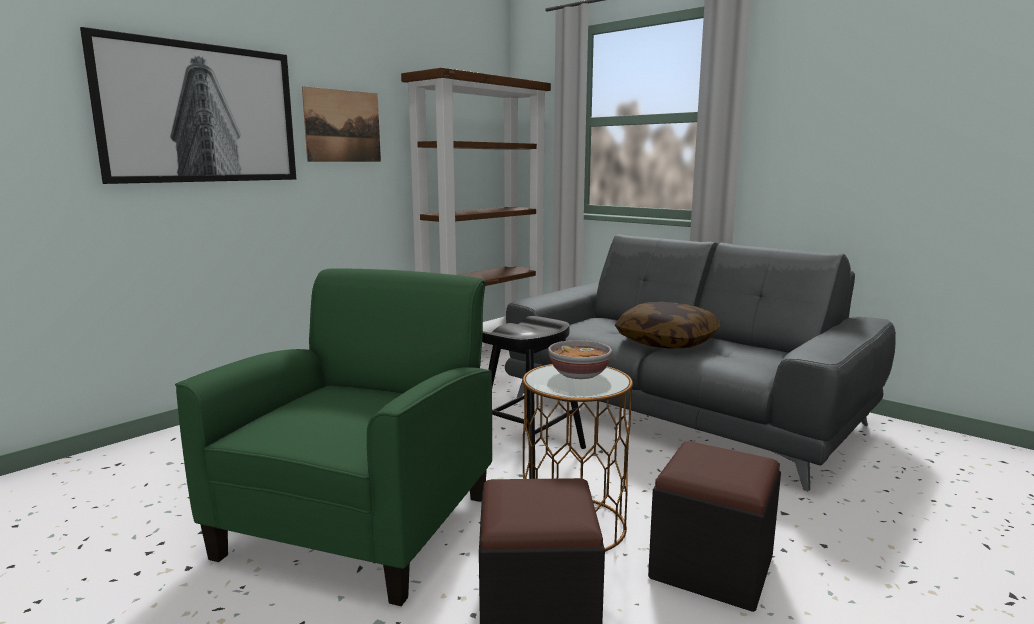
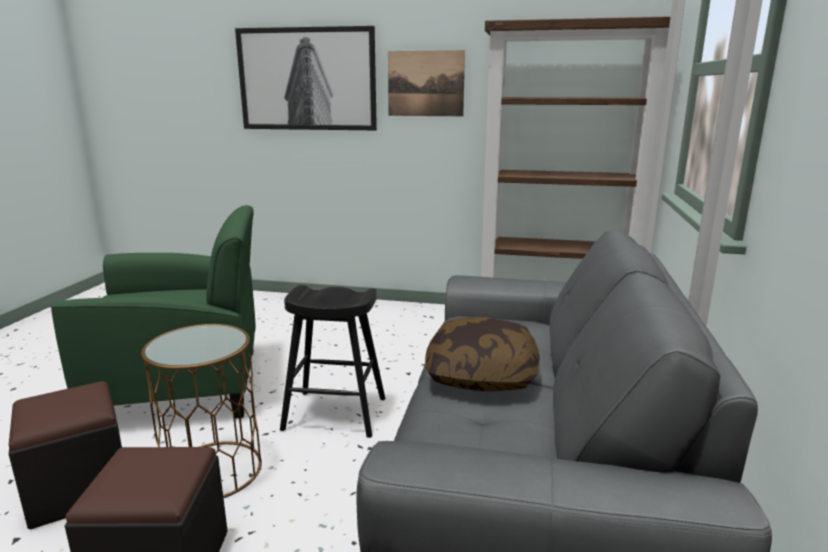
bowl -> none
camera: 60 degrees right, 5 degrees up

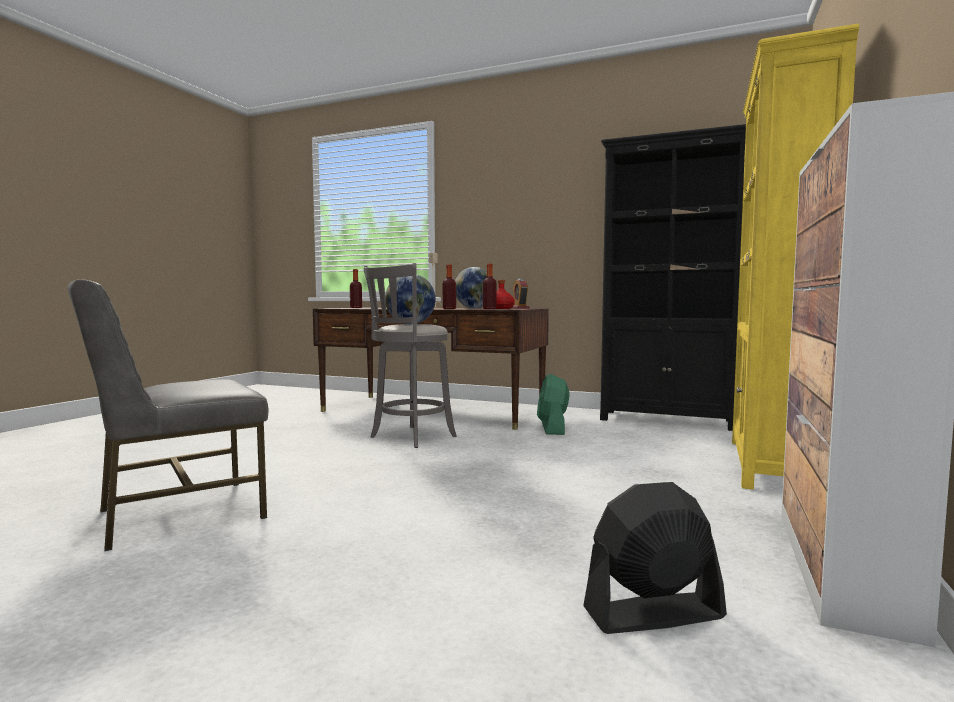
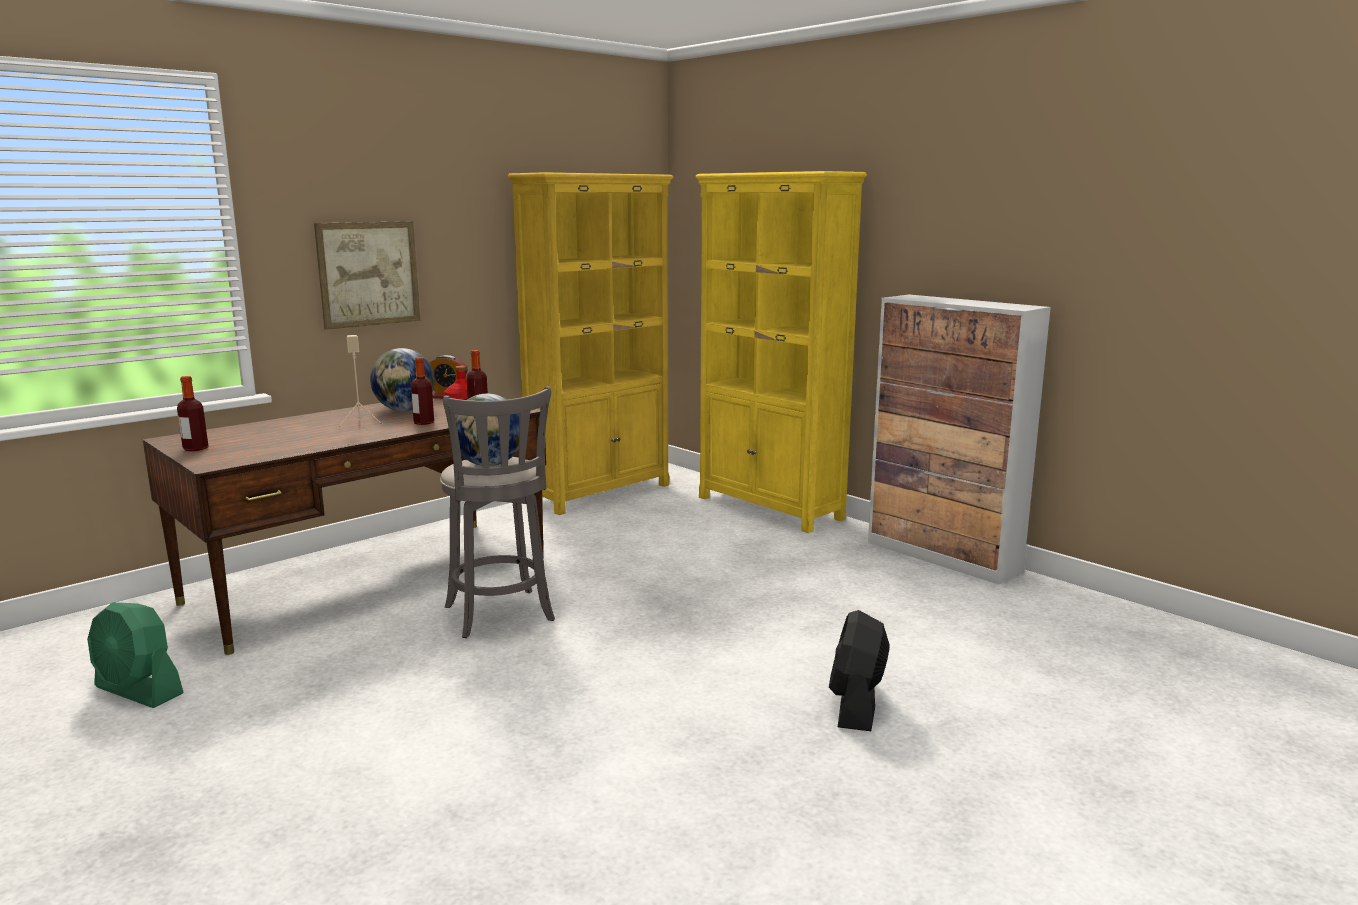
chair/grey -> none
fan/green, relocated
fan/black, relocated
bookcase/black -> bookcase/yellow (no. 1 from left)
none -> picture
camera: 65 degrees left, 10 degrees up

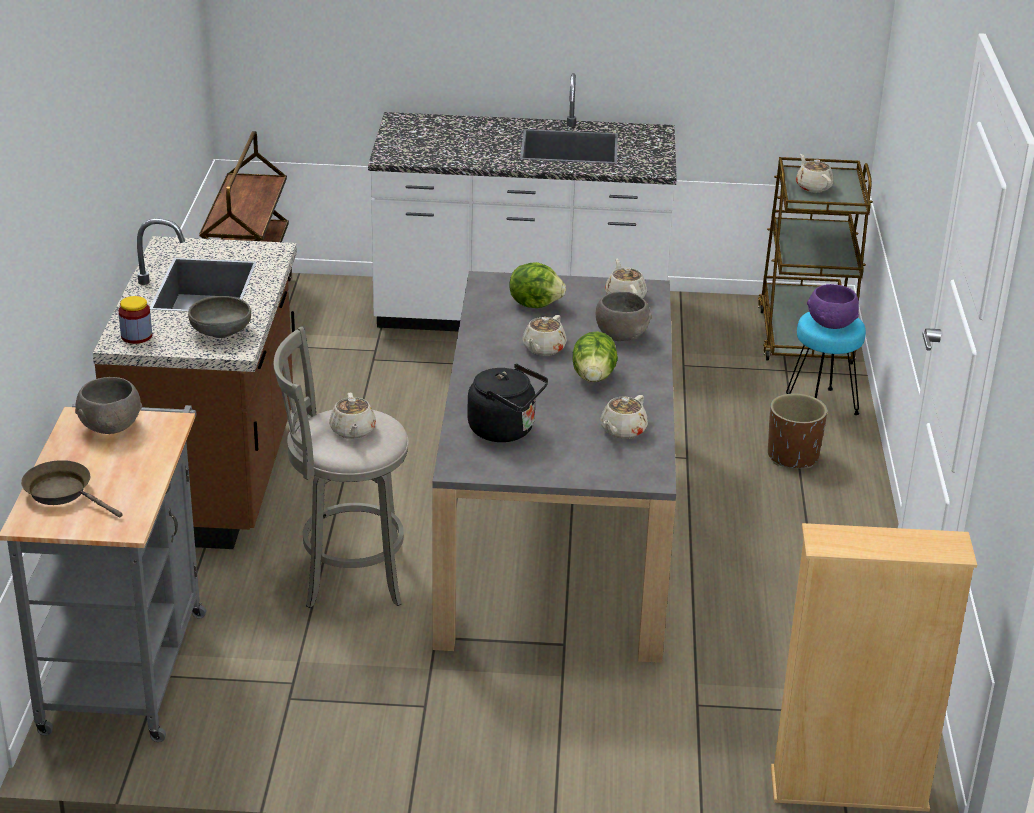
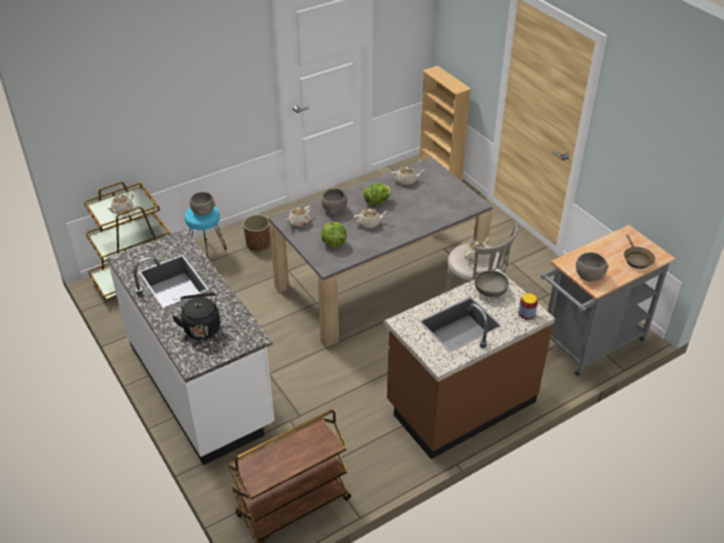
kettle/black, relocated
bowl/purple -> bowl/grey (no. 1 from left)
camera: 125 degrees left, 10 degrees up

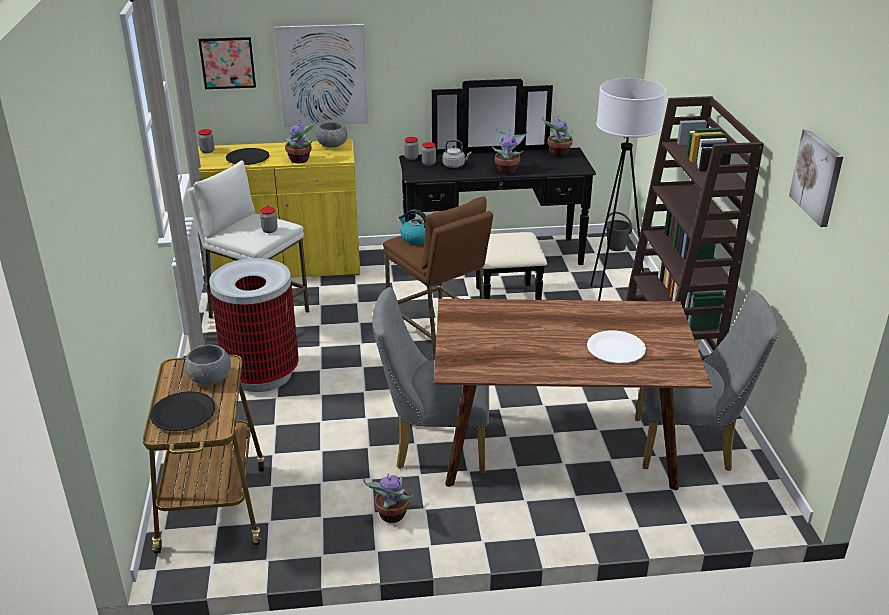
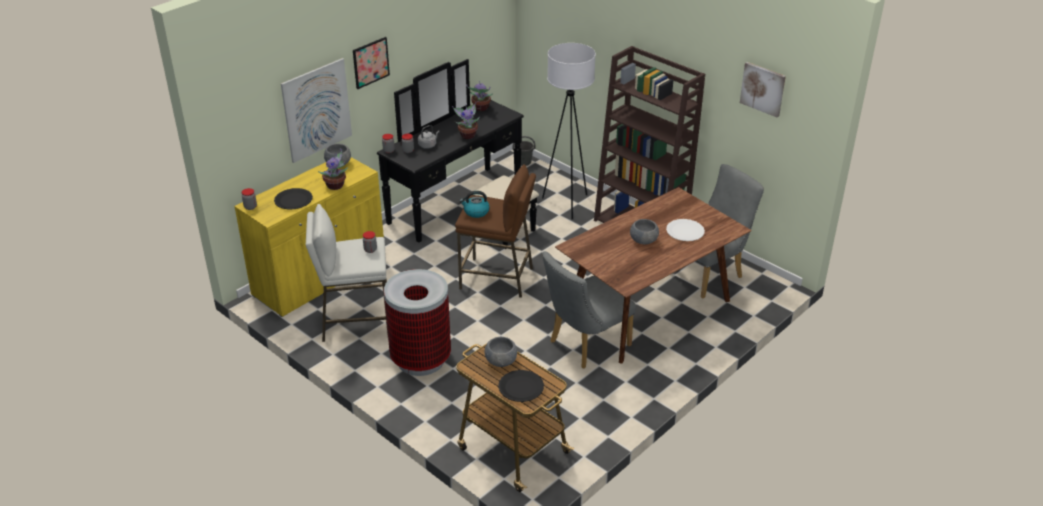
picture (no. 1 from left in the first image) -> picture (no. 2 from left), relocated
potted plant (no. 2 from left) -> none
none -> bowl/grey (no. 3 from left)
camera: 40 degrees left, 5 degrees up

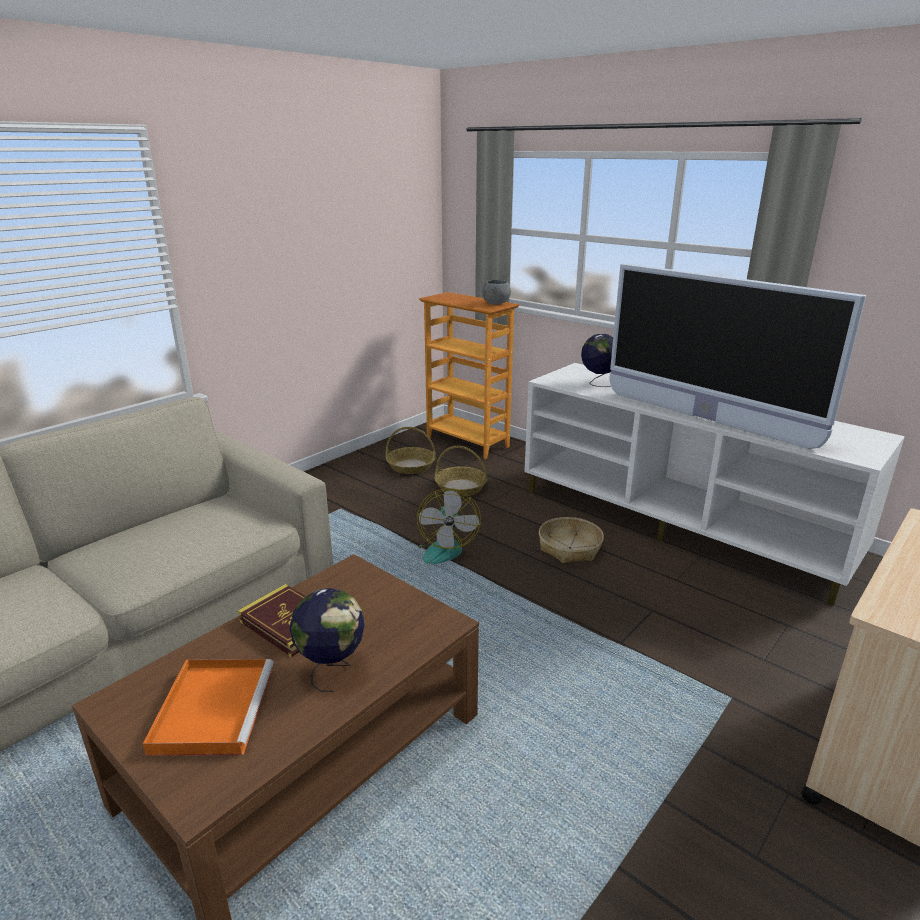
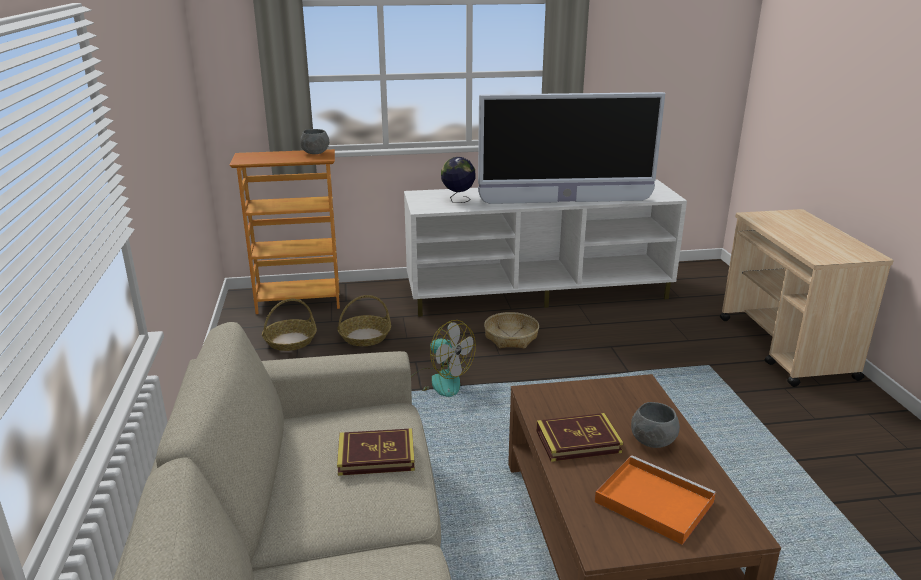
globe (no. 1 from left) -> bowl/grey (no. 2 from left)
none -> book (no. 1 from left)
camera: 50 degrees left, 0 degrees up

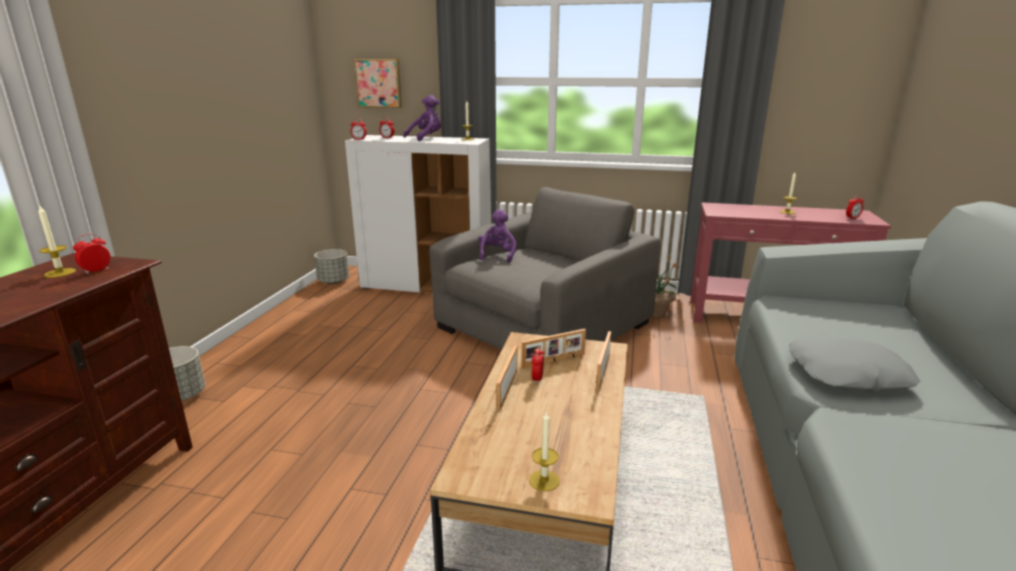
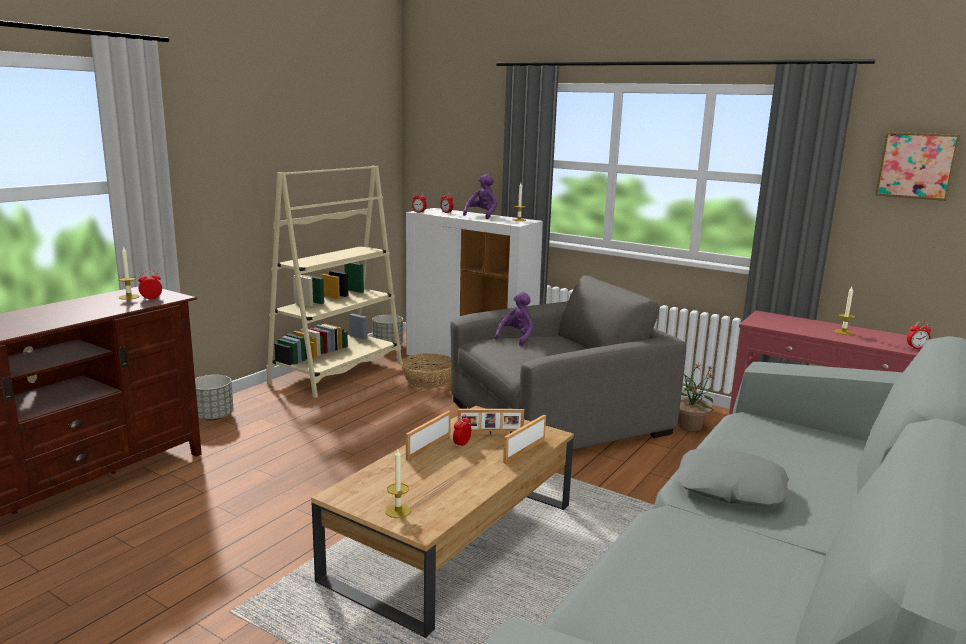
picture, relocated
plush toy/purple (no. 1 from left), 45 degrees counterclockwise
none -> bookcase/beige
none -> basket
camera: 20 degrees right, 5 degrees down

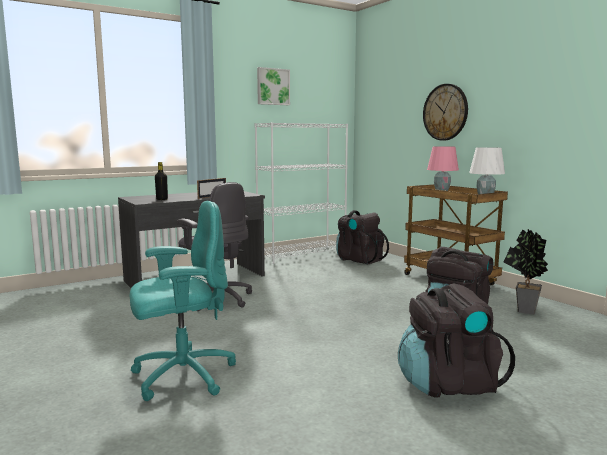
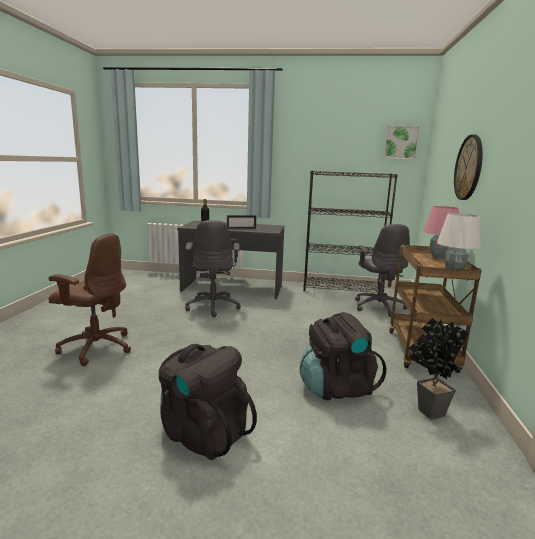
office chair/turquoise -> office chair/brown
bookcase/white -> bookcase/black
picture, relocated
backpack/black (no. 1 from left) -> office chair/grey (no. 2 from left)
camera: 40 degrees right, 5 degrees up

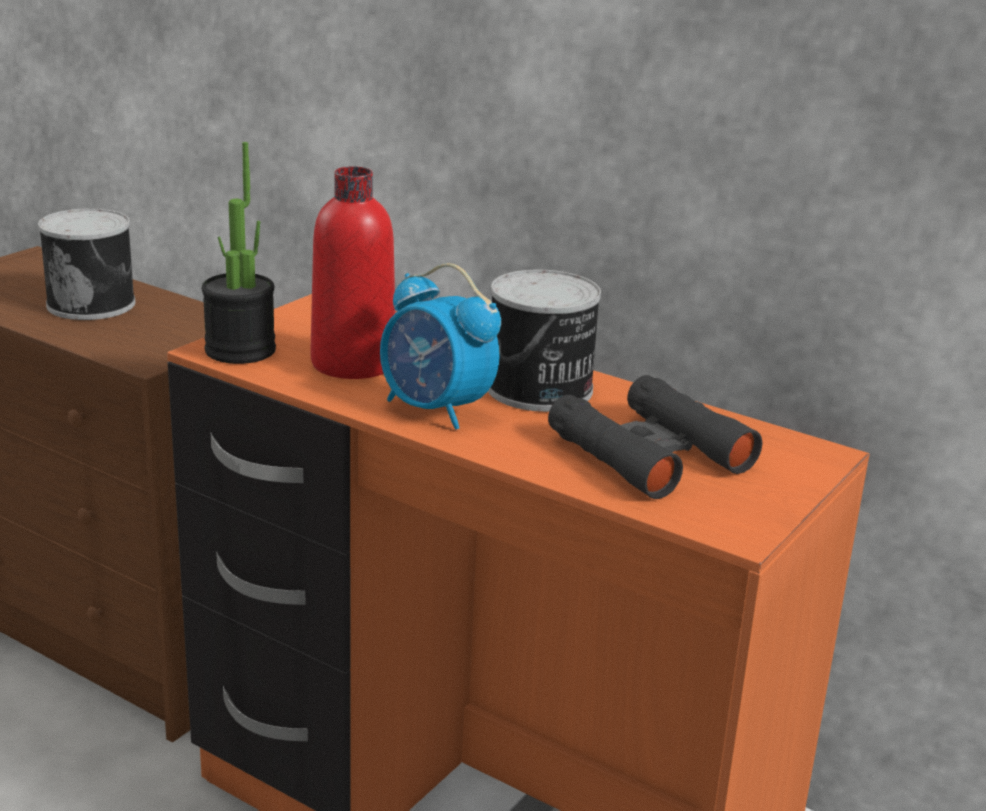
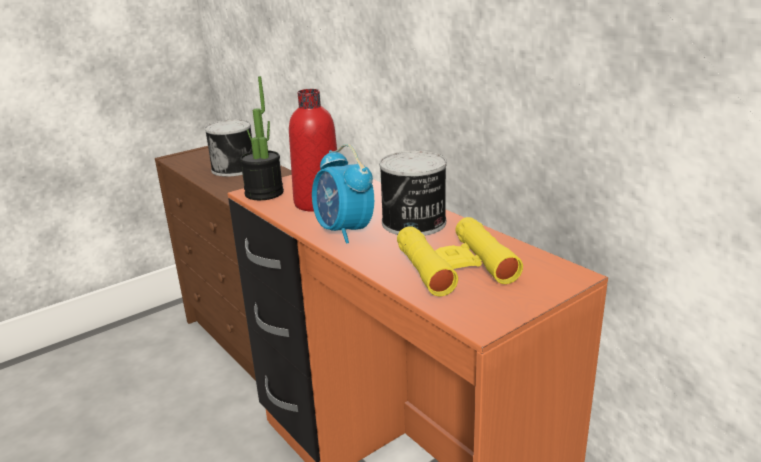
binoculars/black -> binoculars/yellow
camera: 20 degrees right, 0 degrees up

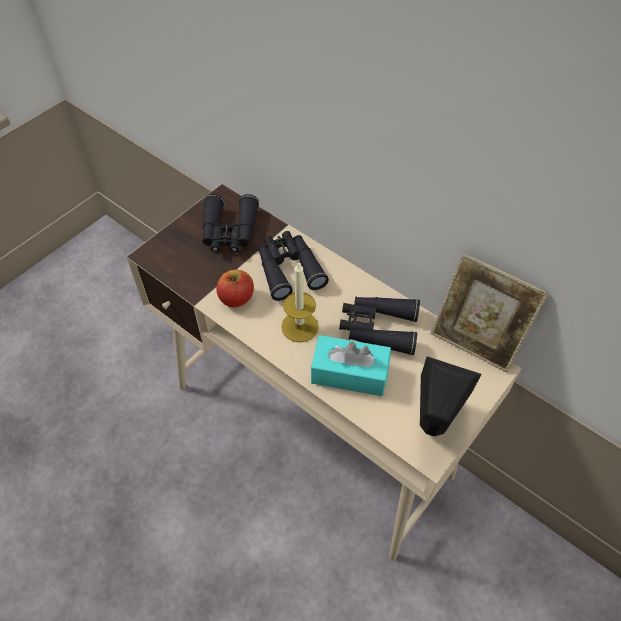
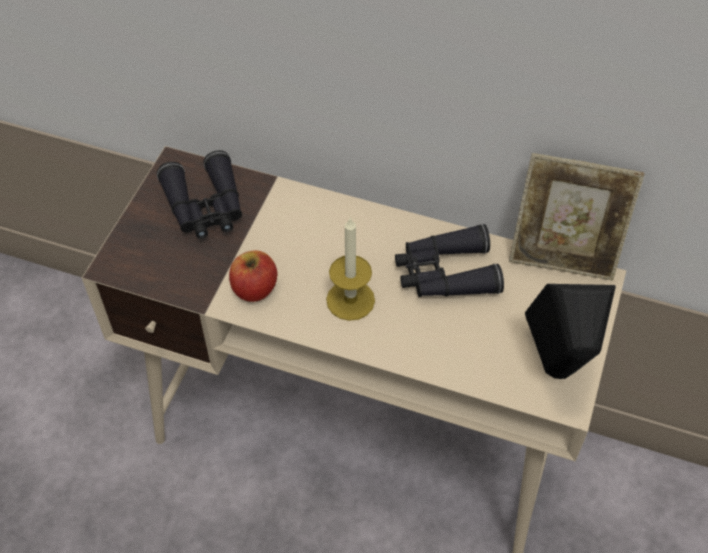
binoculars/black (no. 2 from left) -> none
tissue box/turquoise -> none
camera: 20 degrees left, 0 degrees up

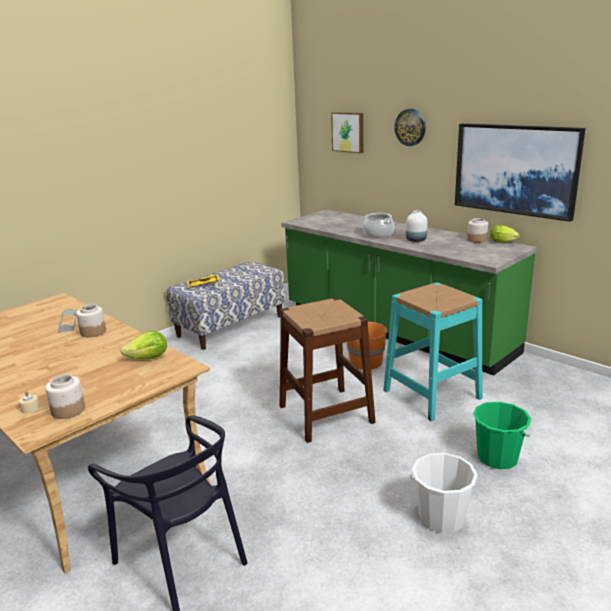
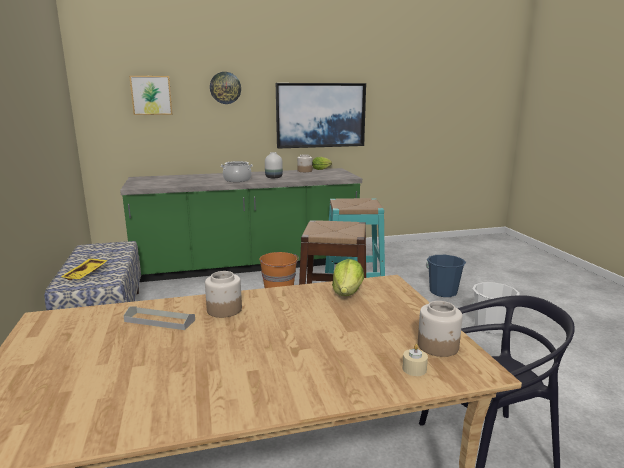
bucket/green -> bucket/blue
camera: 60 degrees left, 5 degrees down

